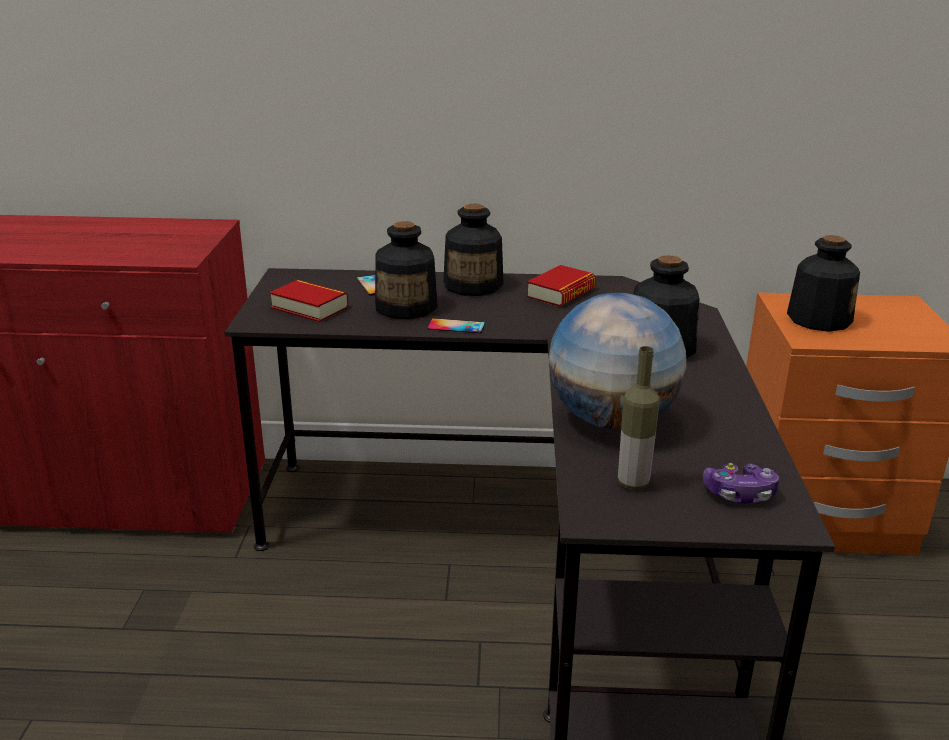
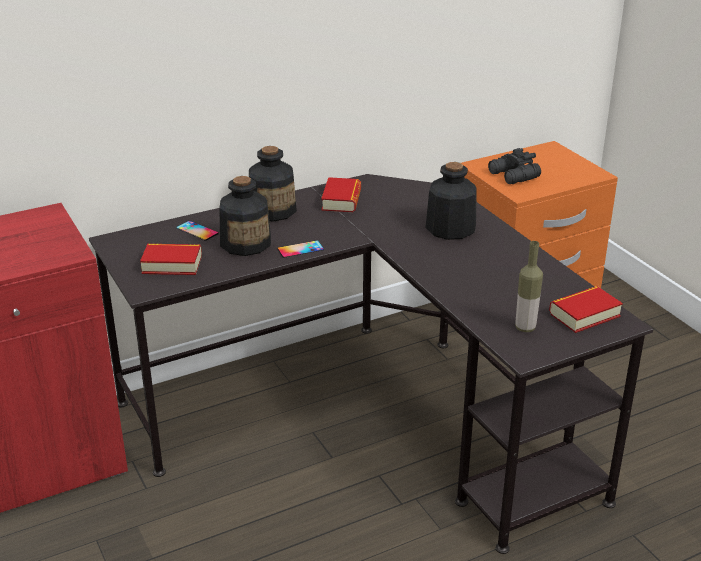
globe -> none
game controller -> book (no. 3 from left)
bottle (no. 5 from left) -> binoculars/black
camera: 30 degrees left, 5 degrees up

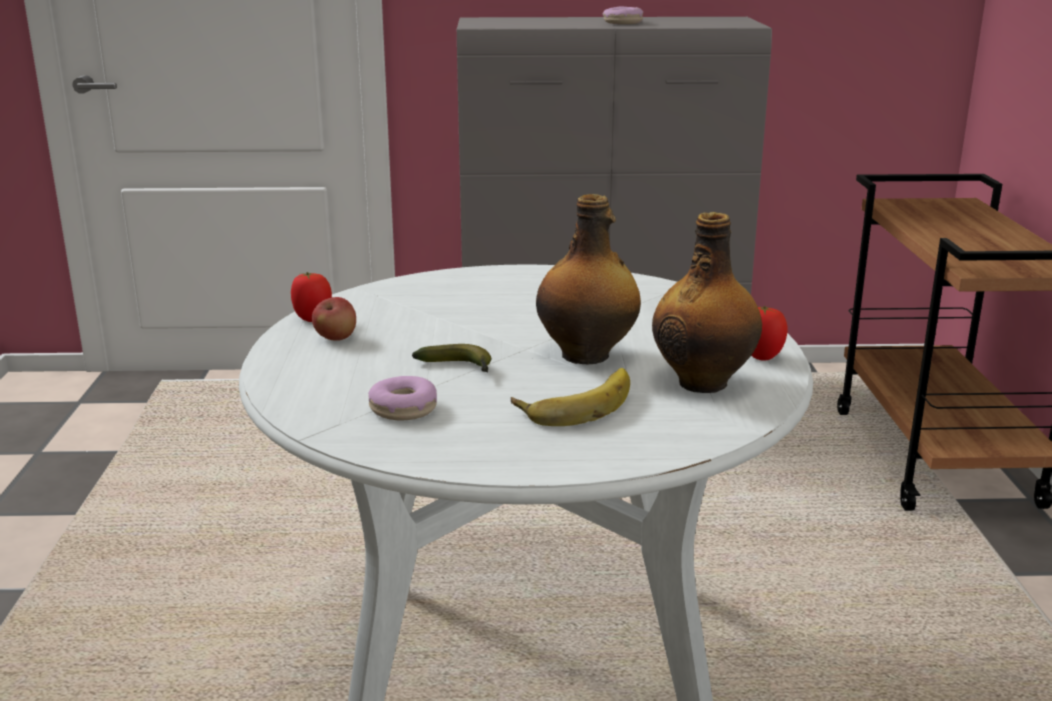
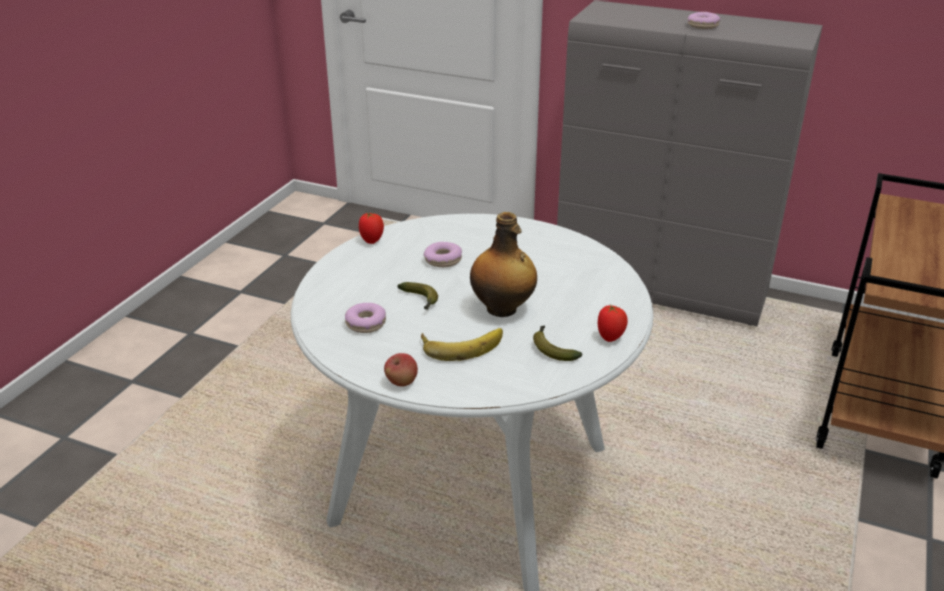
apple, relocated
bottle (no. 2 from left) -> banana (no. 3 from left)
none -> donut (no. 2 from left)
camera: 25 degrees right, 10 degrees up

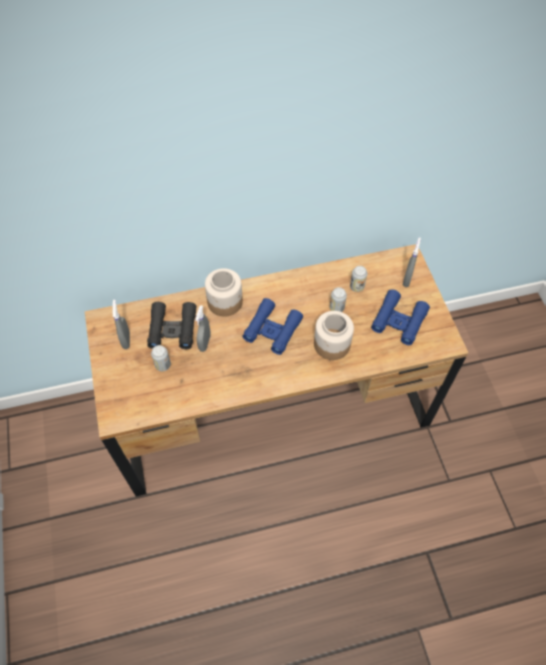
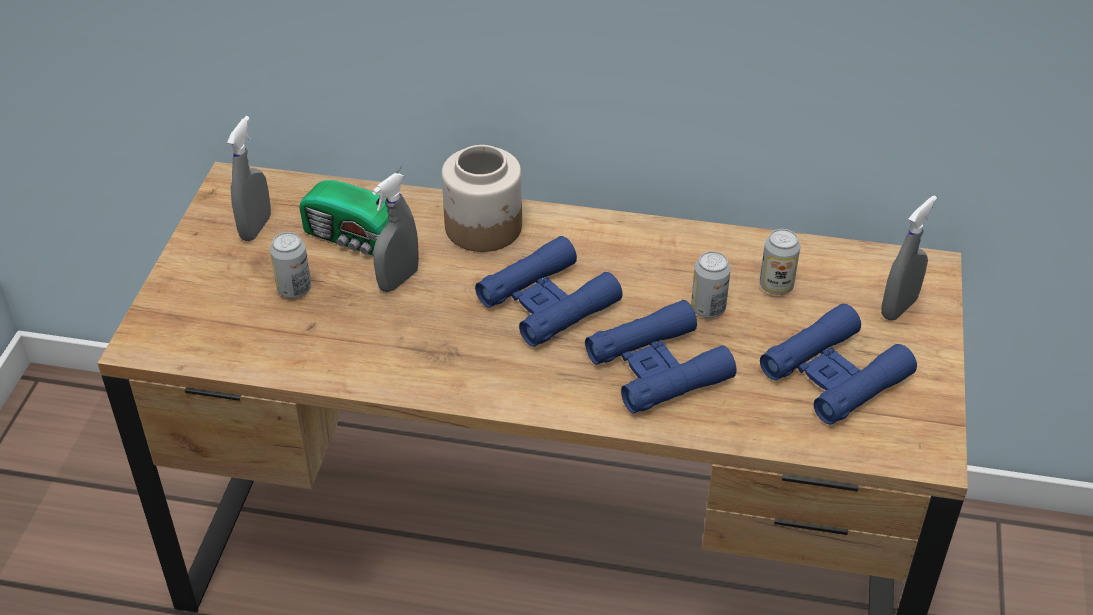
binoculars/black -> radio
jar (no. 2 from left) -> binoculars/blue (no. 2 from left)
camera: 25 degrees right, 15 degrees down

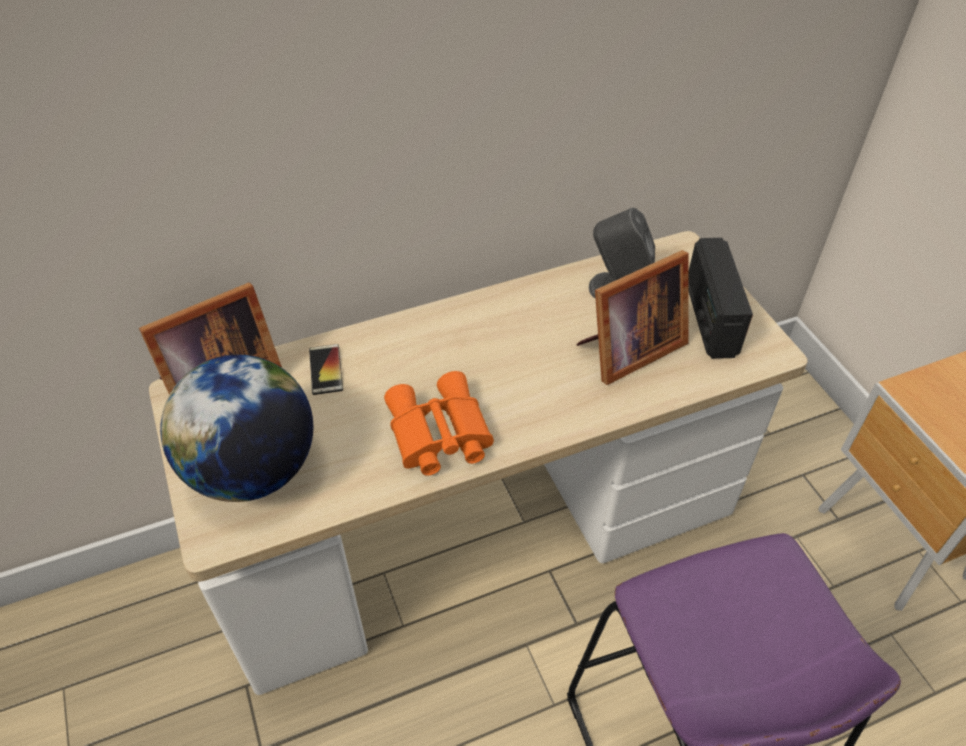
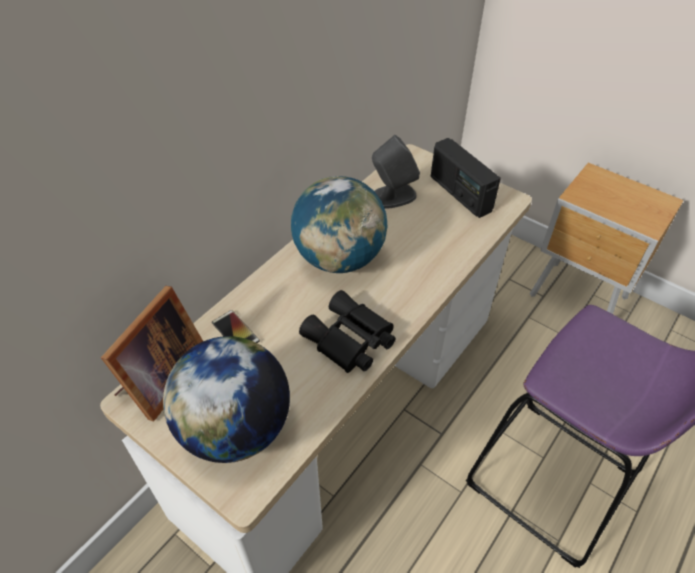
binoculars/orange -> binoculars/black
picture frame (no. 2 from left) -> none
none -> globe (no. 2 from left)
camera: 30 degrees left, 0 degrees up

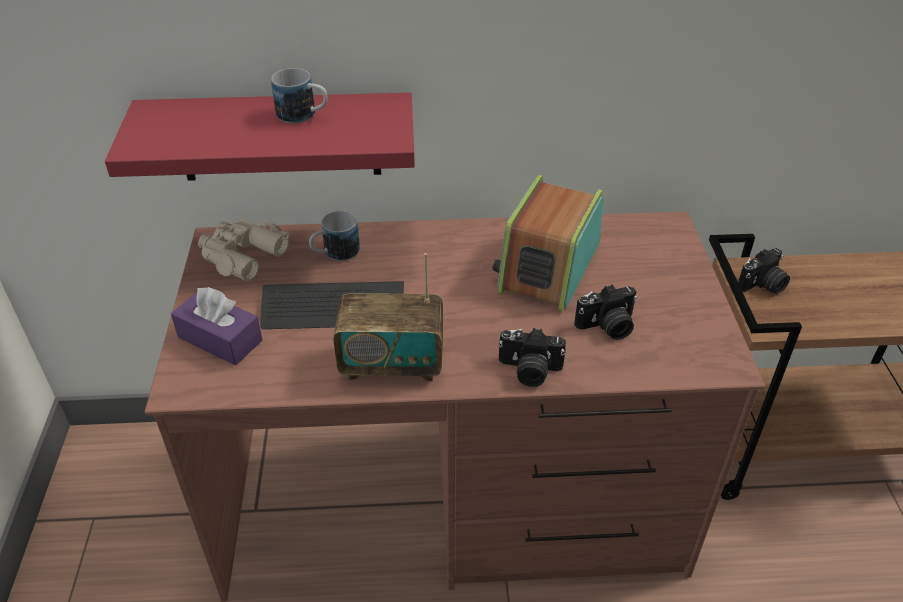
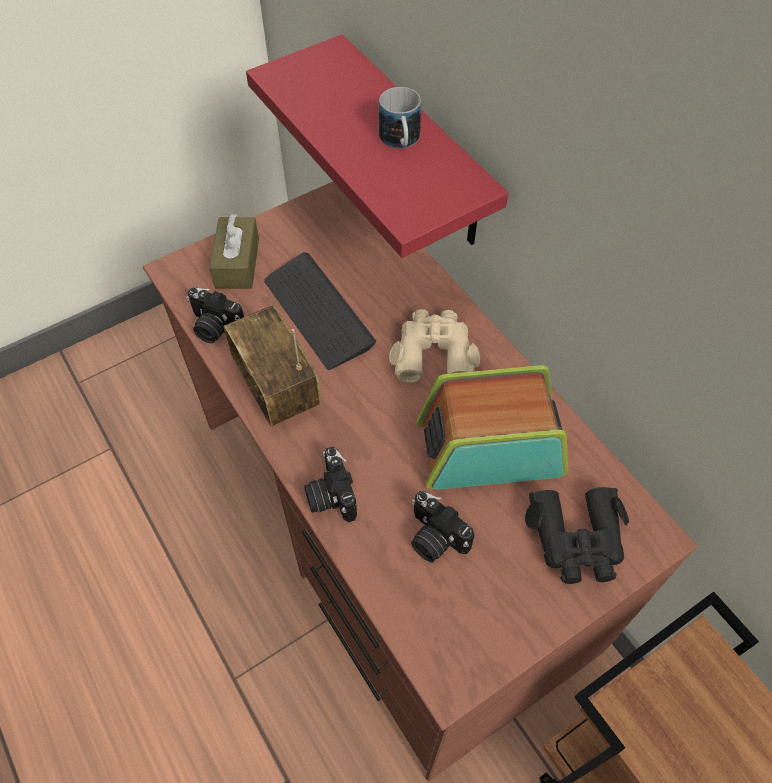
tissue box/purple -> tissue box/brown
binoculars/beige, relocated
mug (no. 2 from left) -> none
photo camera (no. 3 from left in the first image) -> photo camera (no. 1 from left), relocated
none -> binoculars/black
camera: 60 degrees right, 15 degrees up

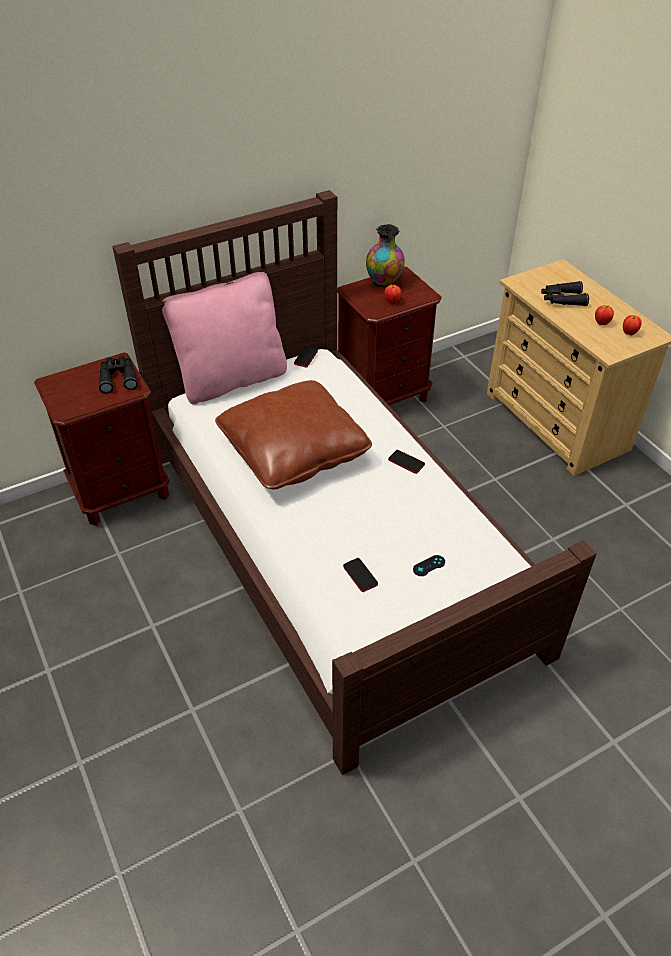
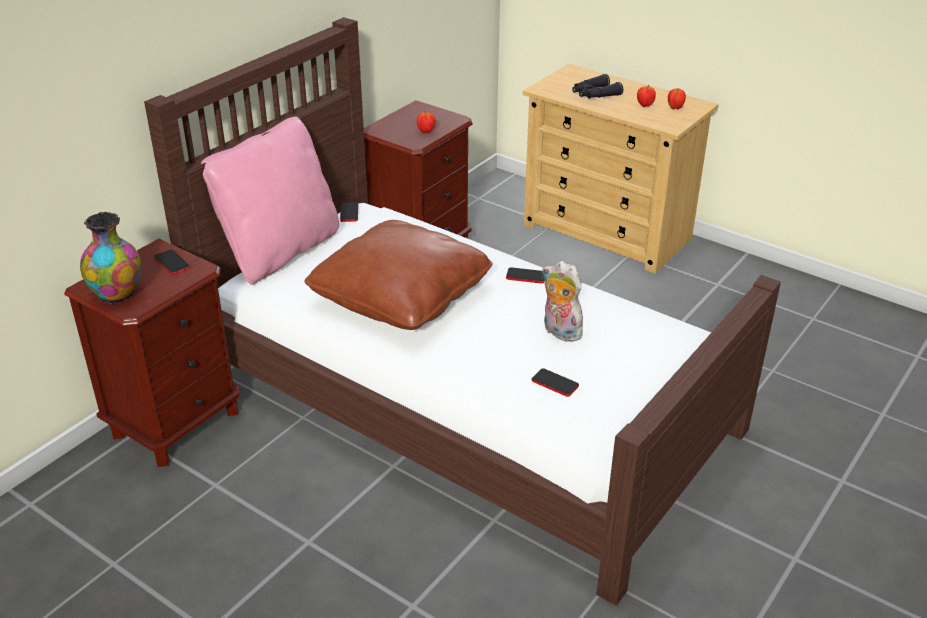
binoculars/black (no. 1 from left) -> phone (no. 1 from left)
vase, relocated
game controller/black -> none
none -> plush toy
camera: 25 degrees left, 10 degrees down

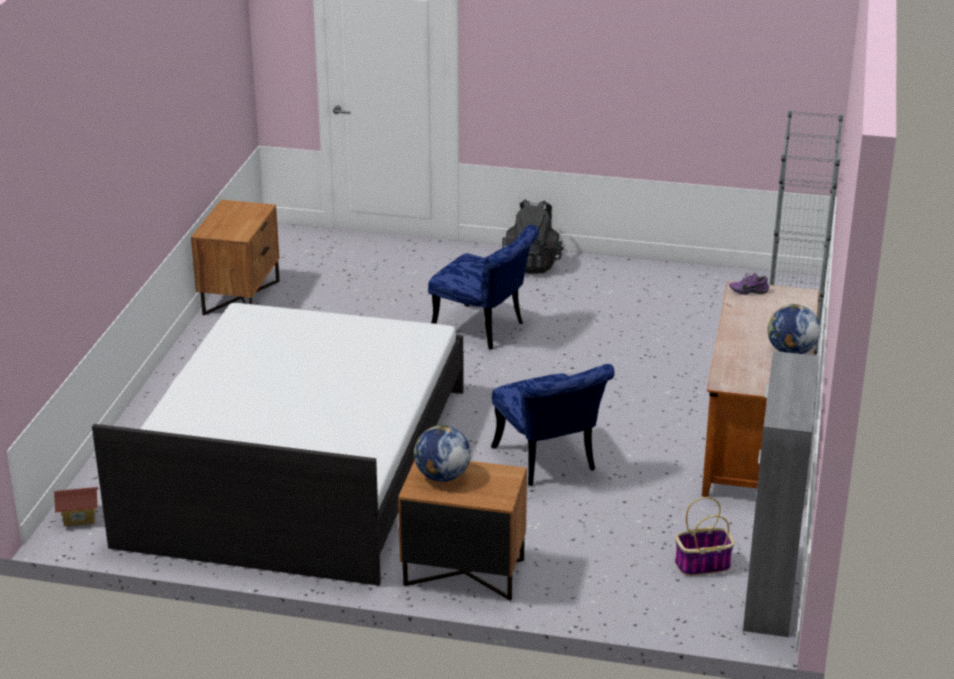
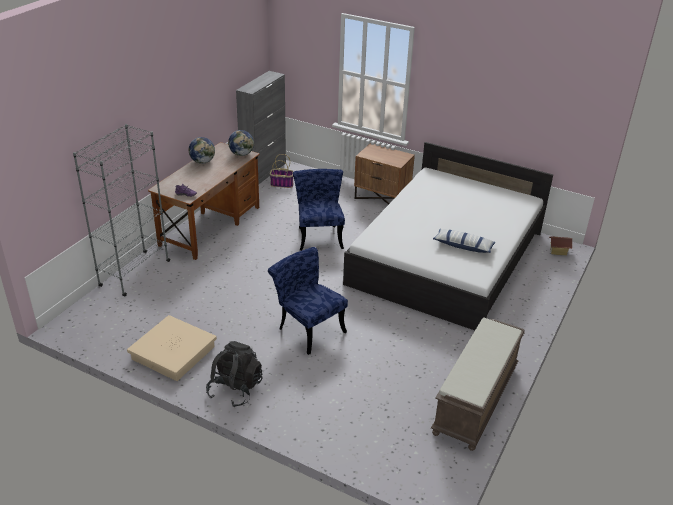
nightstand/brown (no. 1 from left) -> bench/brown
globe (no. 1 from left in the first image) -> globe (no. 2 from left), relocated
none -> storage box/beige
none -> pillow
camera: 165 degrees left, 5 degrees up

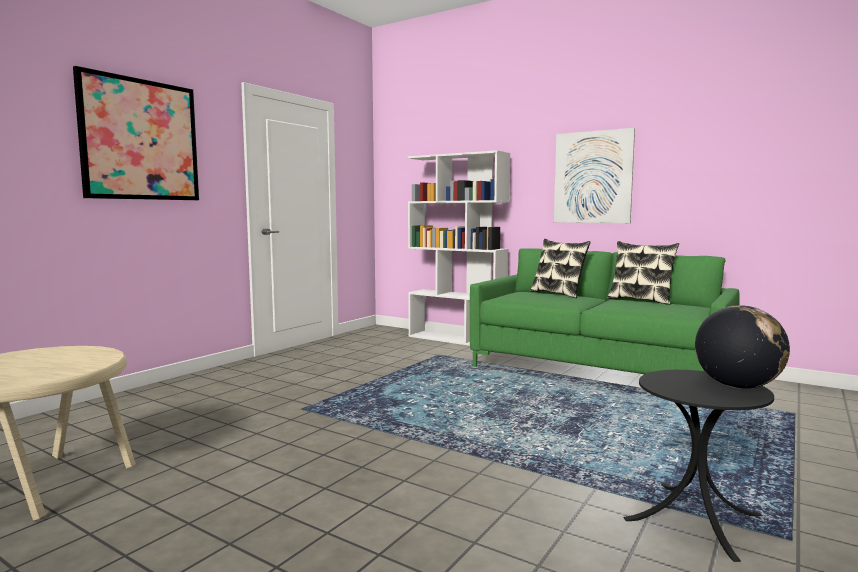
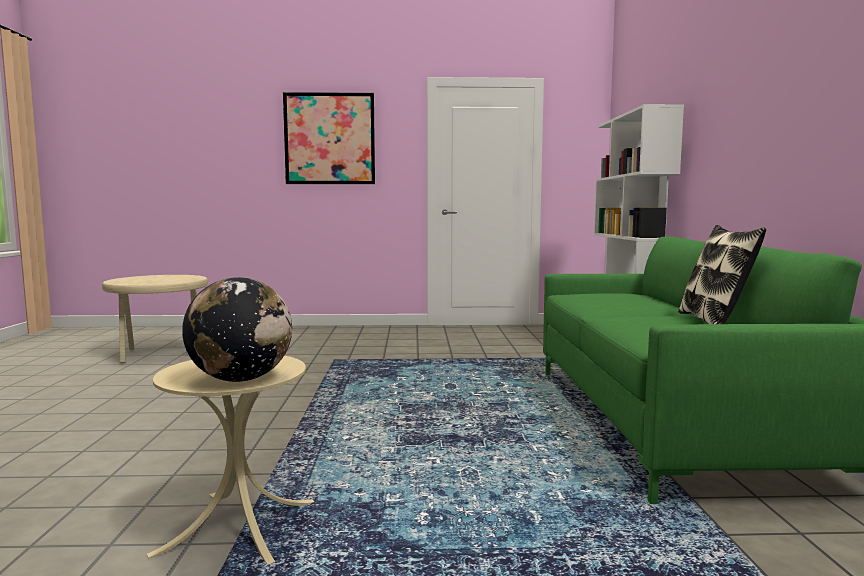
pillow (no. 1 from left) -> none
picture (no. 2 from left) -> none
side table/black -> side table/beige (no. 2 from left)
camera: 55 degrees right, 0 degrees up

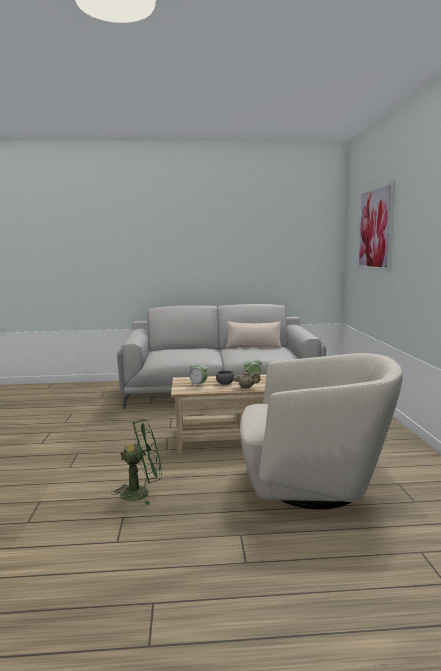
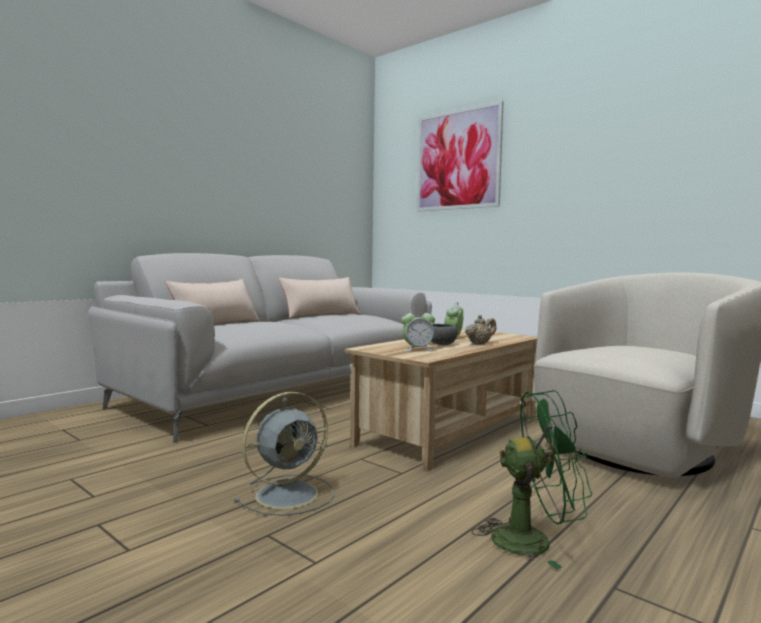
fan/green, 60 degrees clockwise
none -> pillow/beige (no. 1 from left)
none -> fan/grey
camera: 45 degrees left, 5 degrees down

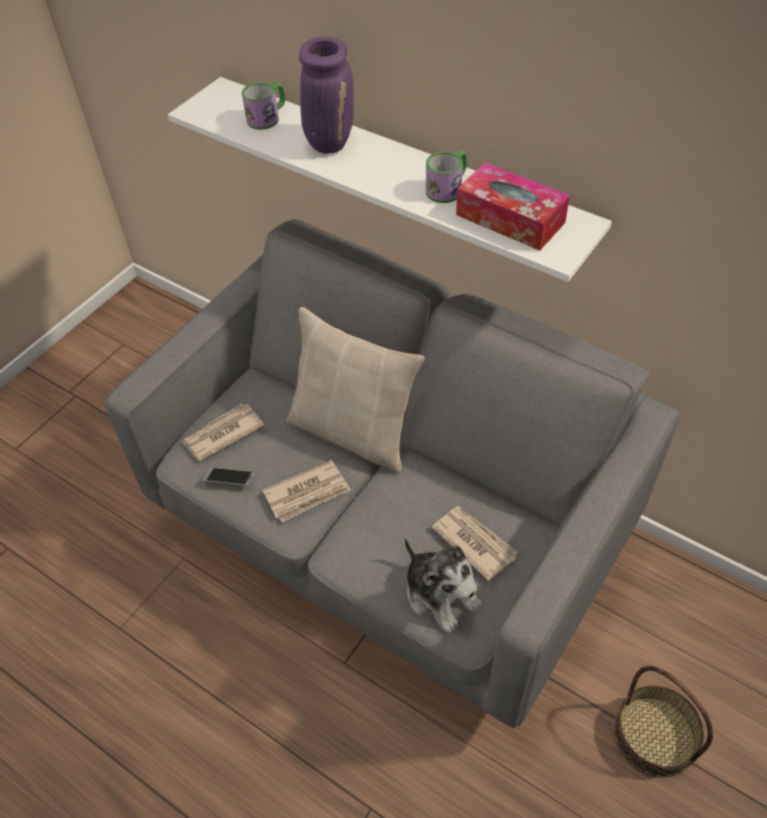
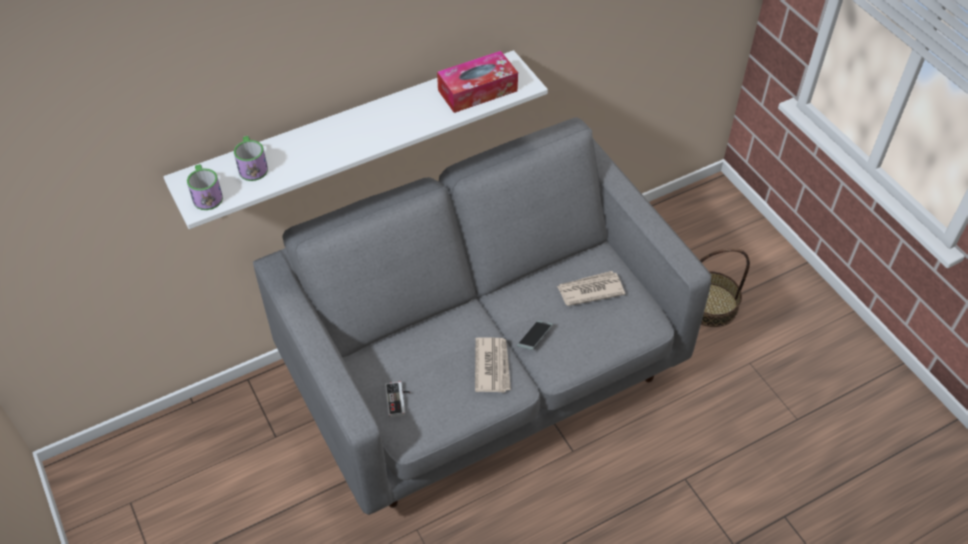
newspaper (no. 1 from left) -> game controller
phone, relocated
pillow/beige -> none
vase/purple -> none
plush toy -> none
mug (no. 2 from left in the first image) -> mug (no. 1 from left), relocated
camera: 65 degrees left, 0 degrees up

